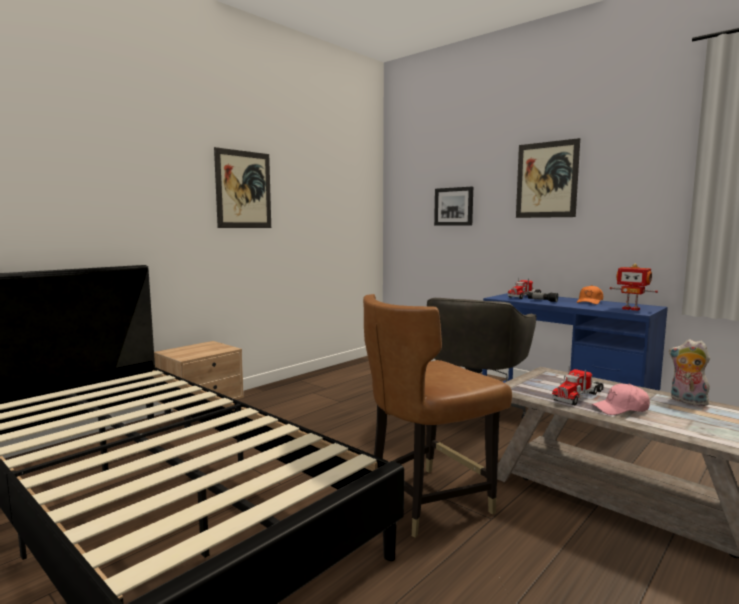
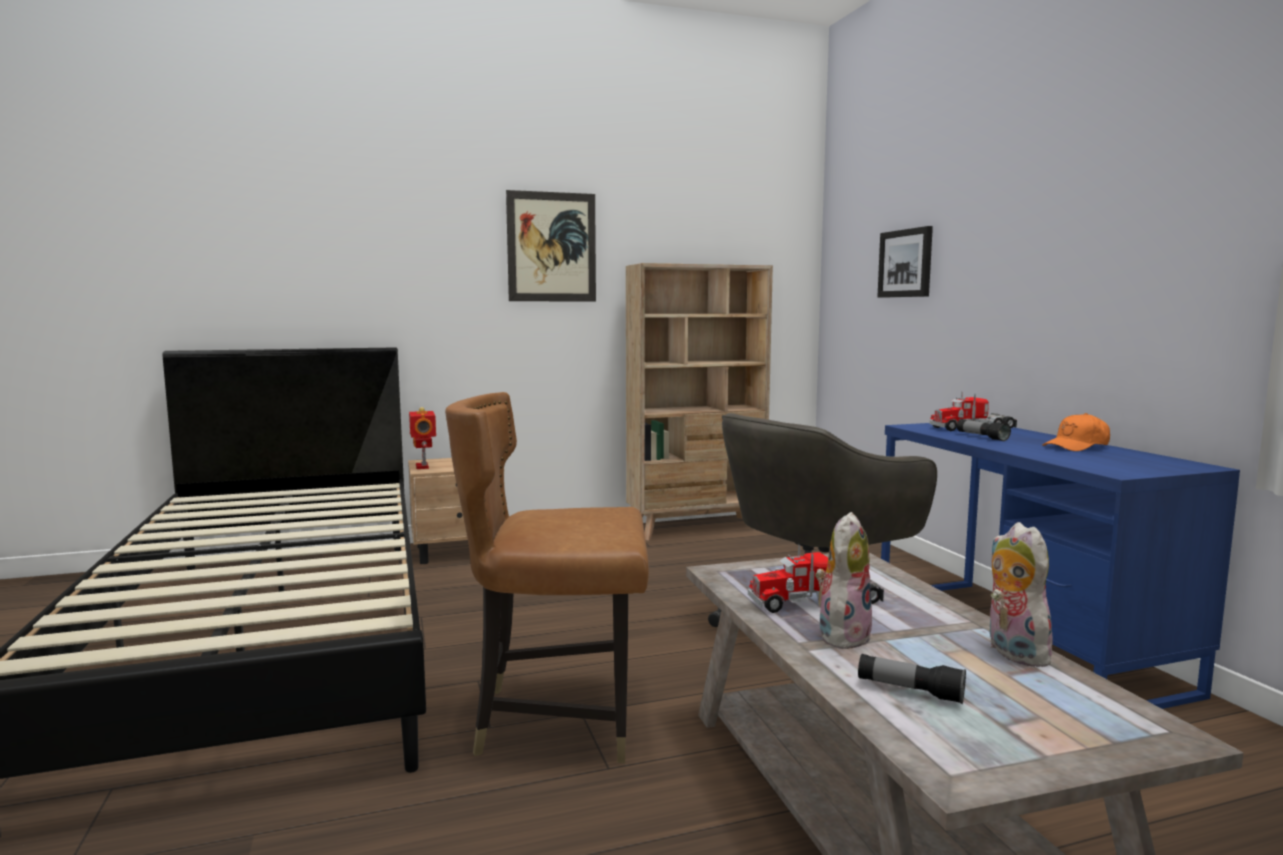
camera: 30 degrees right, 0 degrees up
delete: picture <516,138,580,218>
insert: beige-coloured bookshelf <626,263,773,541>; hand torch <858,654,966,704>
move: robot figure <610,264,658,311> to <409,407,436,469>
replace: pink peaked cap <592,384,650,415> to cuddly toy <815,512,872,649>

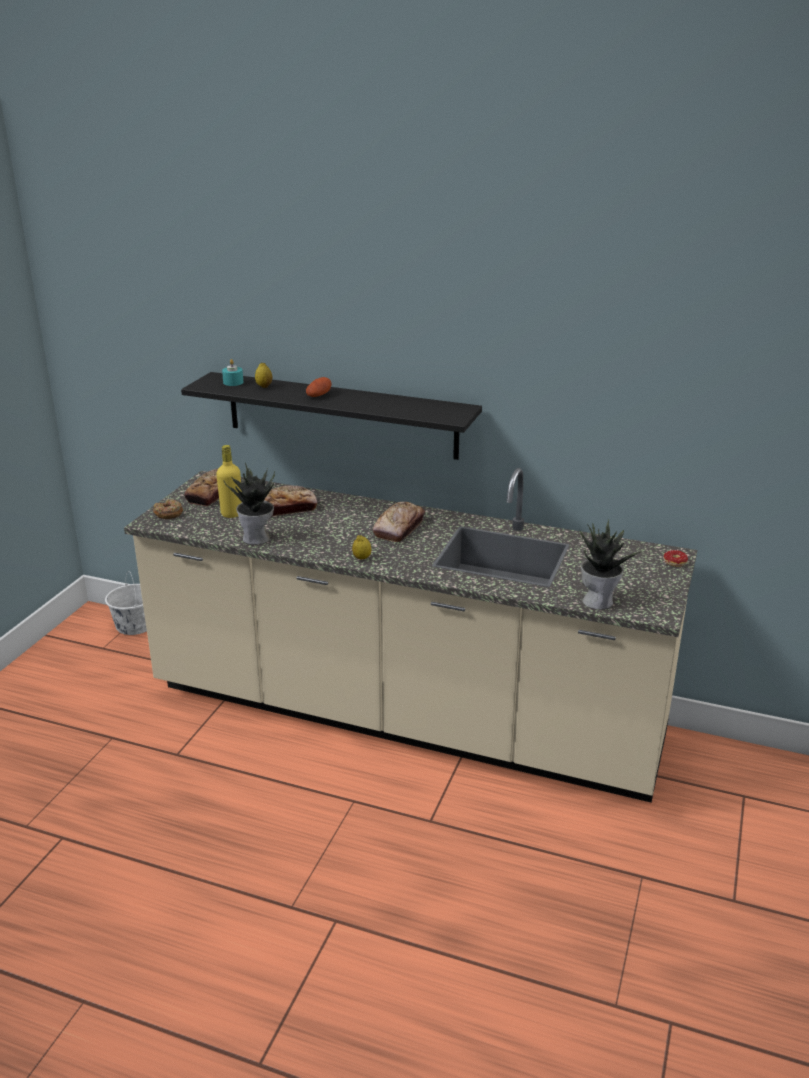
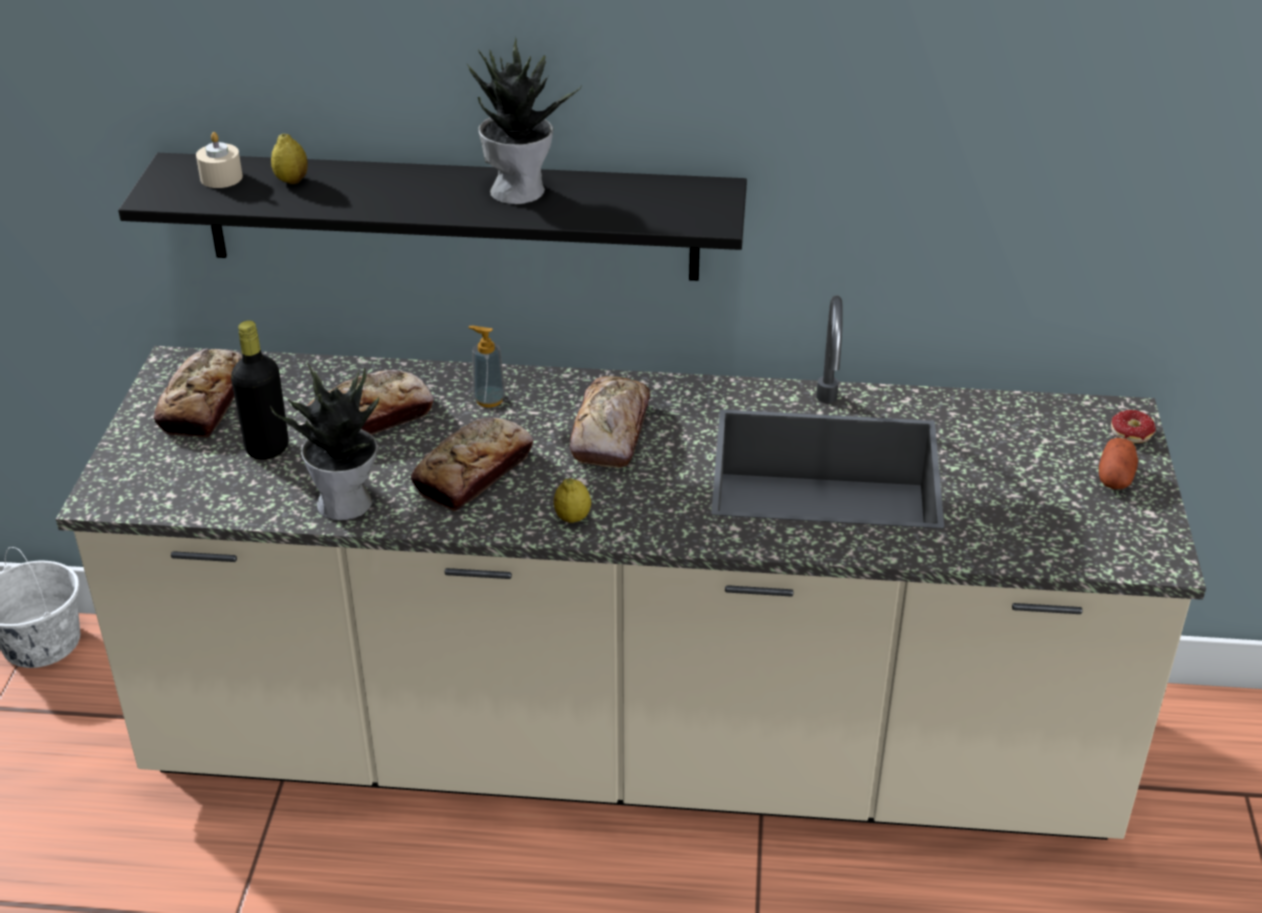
camera: 15 degrees left, 10 degrees up
delete: donut <153,499,183,519>
insert: bakery bread <411,417,533,511>; liquid soap bottle <468,326,506,408>
move: houseplant <579,520,643,610> to <467,36,581,204>; whole potato <306,377,331,397> to <1099,438,1138,489>
recolor: turquoise-coloured wax candle <222,359,243,386> to beige-coloured wax candle <196,132,243,188>; yellow beverage bottle <216,445,242,518> to black-coloured beverage bottle <231,320,289,460>

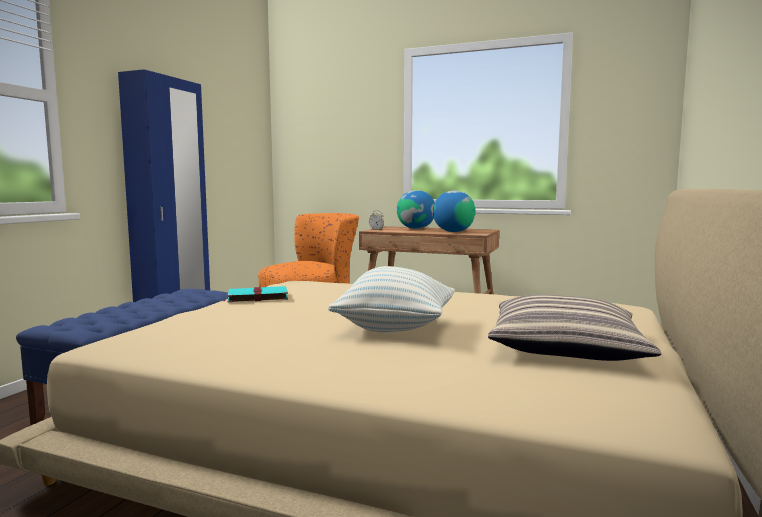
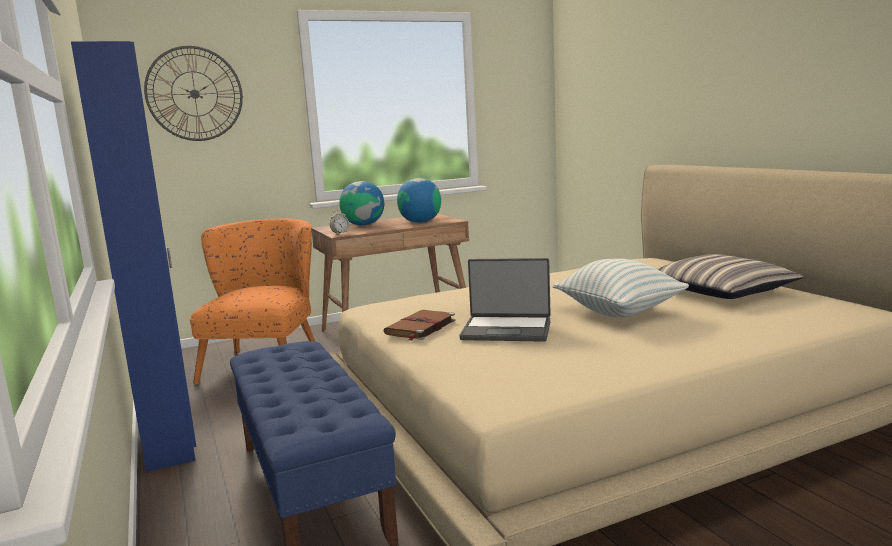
camera: 45 degrees left, 5 degrees up
insert: wall clock <144,46,243,141>; portable computer <459,258,551,342>
recolor: turquoise-coloured volume <222,286,288,303> to brownish volume <384,310,456,341>

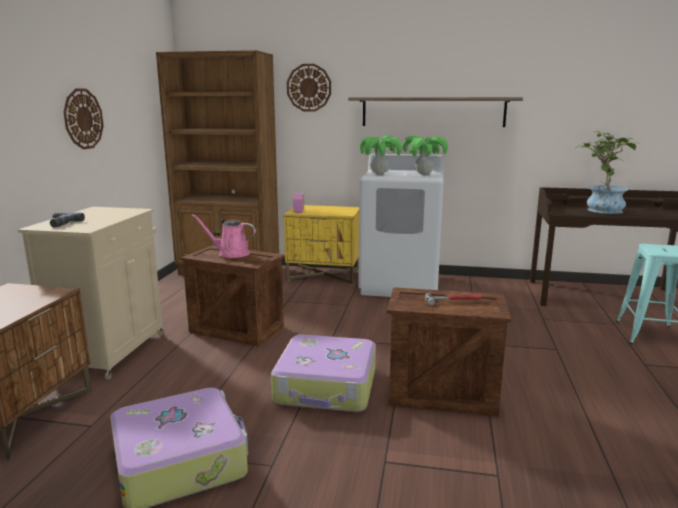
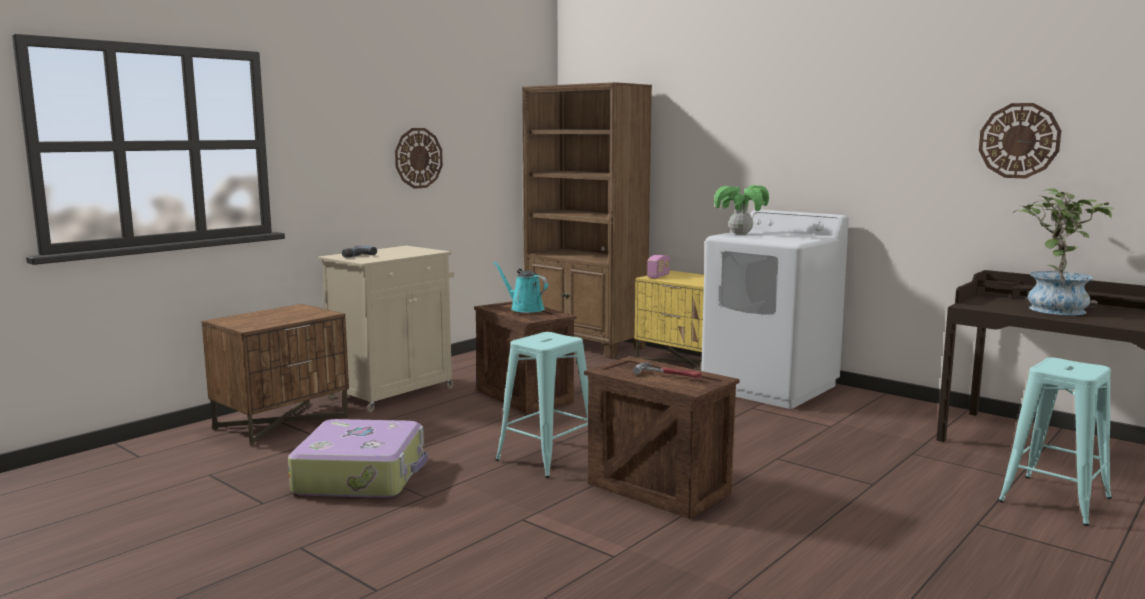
camera: 30 degrees right, 5 degrees down
delete: wall shelf <348,97,523,127>; houseplant <403,135,448,174>
move: wall clock <287,64,331,112> to <979,103,1061,178>
replace: suitcase <271,334,376,412> to turquoise-coloured stool <495,332,588,478>
recolor: pink watering pot <192,214,256,258> to turquoise-coloured watering pot <493,262,548,313>

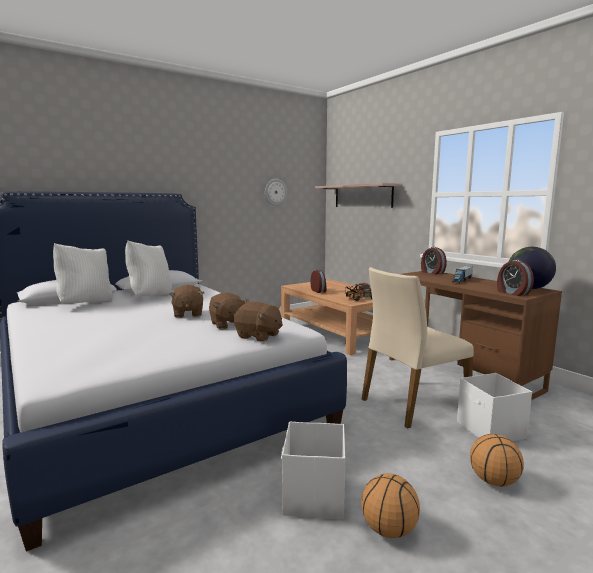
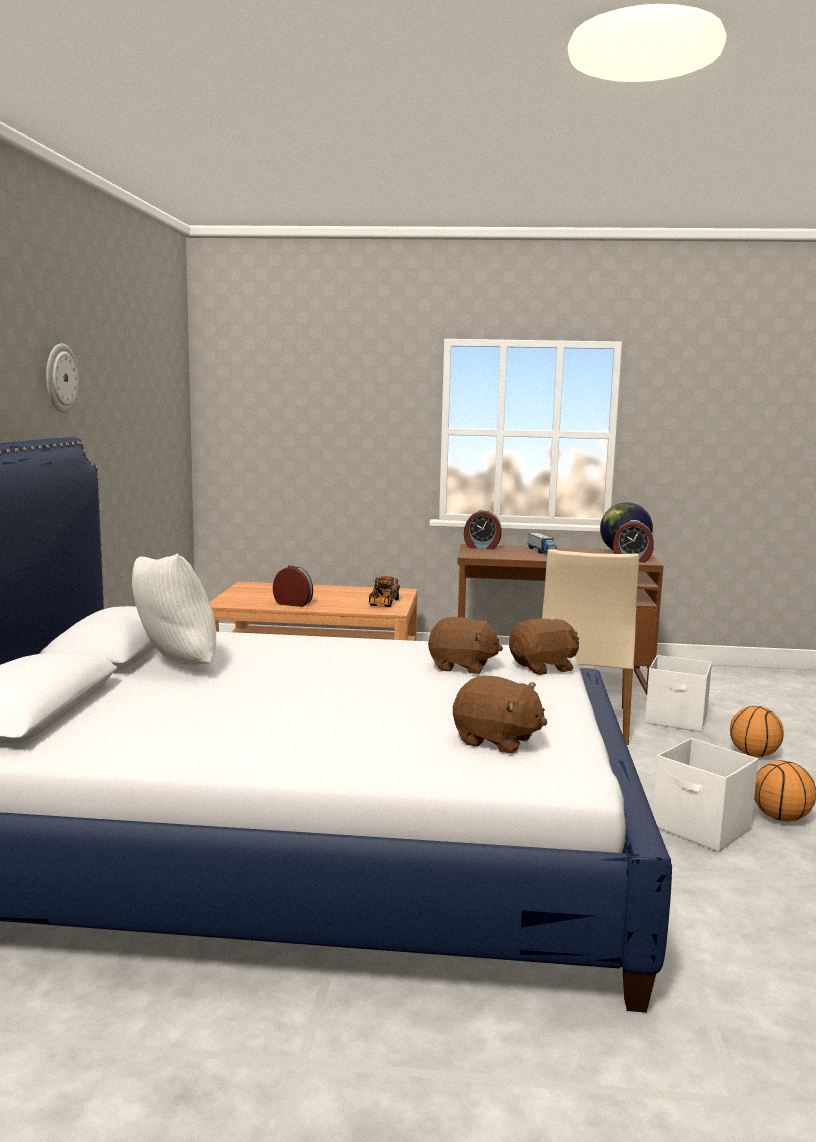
camera: 50 degrees left, 0 degrees up
delete: white pillow <53,243,112,303>; wall shelf <315,183,401,208>
move: wall clock <265,179,287,206> to <46,343,80,413>; brownish cuddly toy <169,285,204,318> to <453,676,548,754>

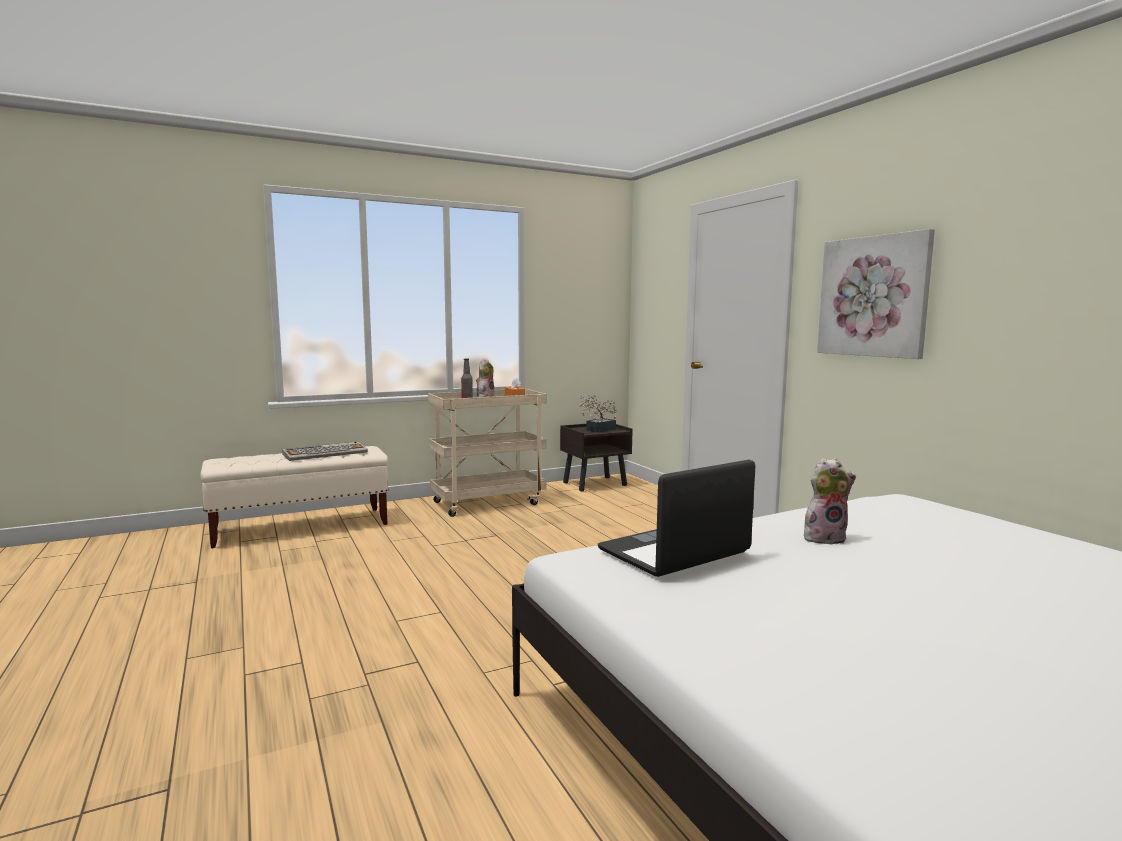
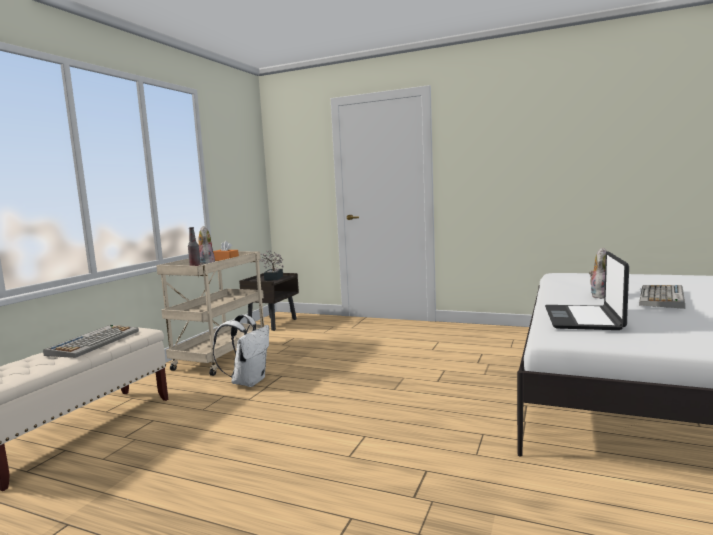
camera: 40 degrees left, 0 degrees up
delete: picture <817,229,935,359>
insert: white knapsack <213,315,269,387>; keyboard <639,285,685,309>

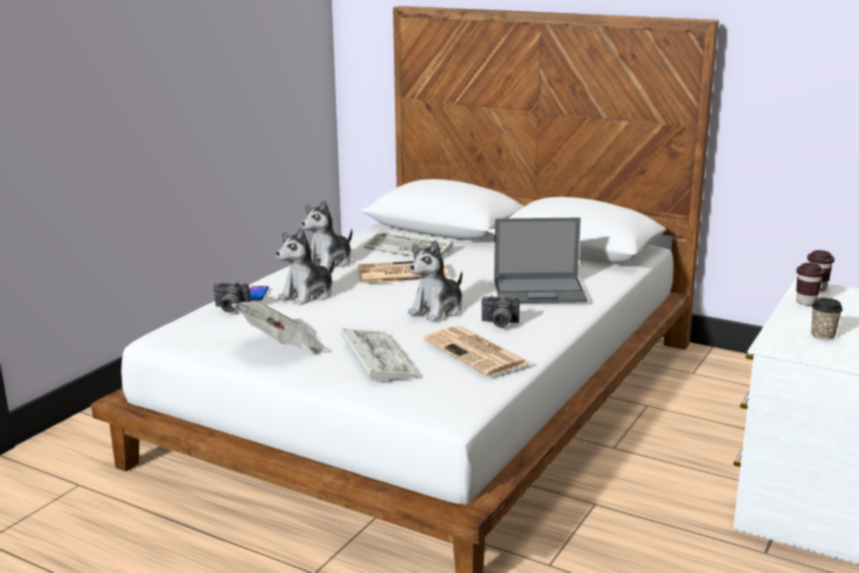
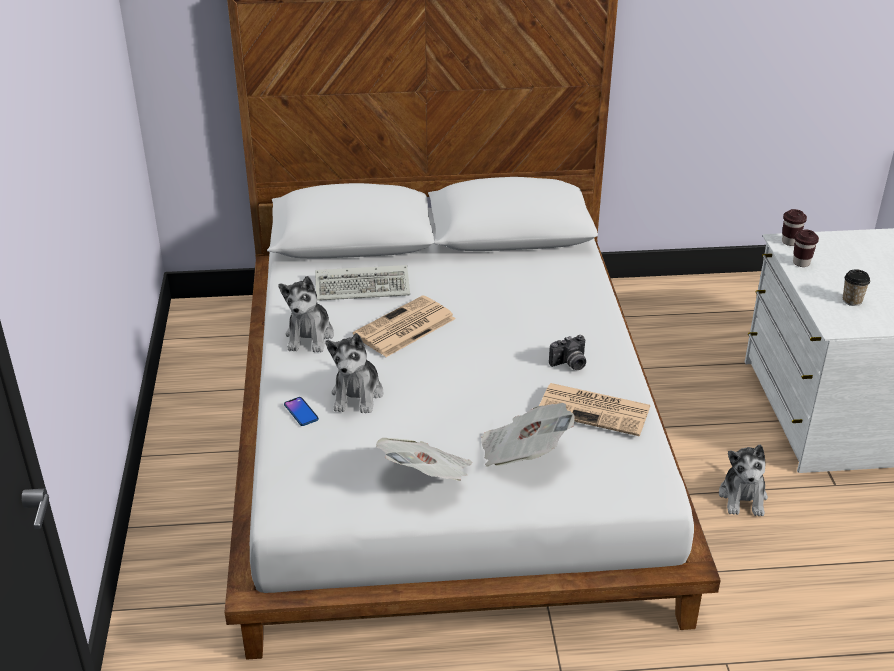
camera: 35 degrees left, 15 degrees up
delete: photo camera <213,281,251,313>; portable computer <494,218,588,303>
move: cuddly toy <407,240,462,322> to <719,444,768,516>
replace: keyboard <341,328,418,383> to newspaper <481,403,575,467>

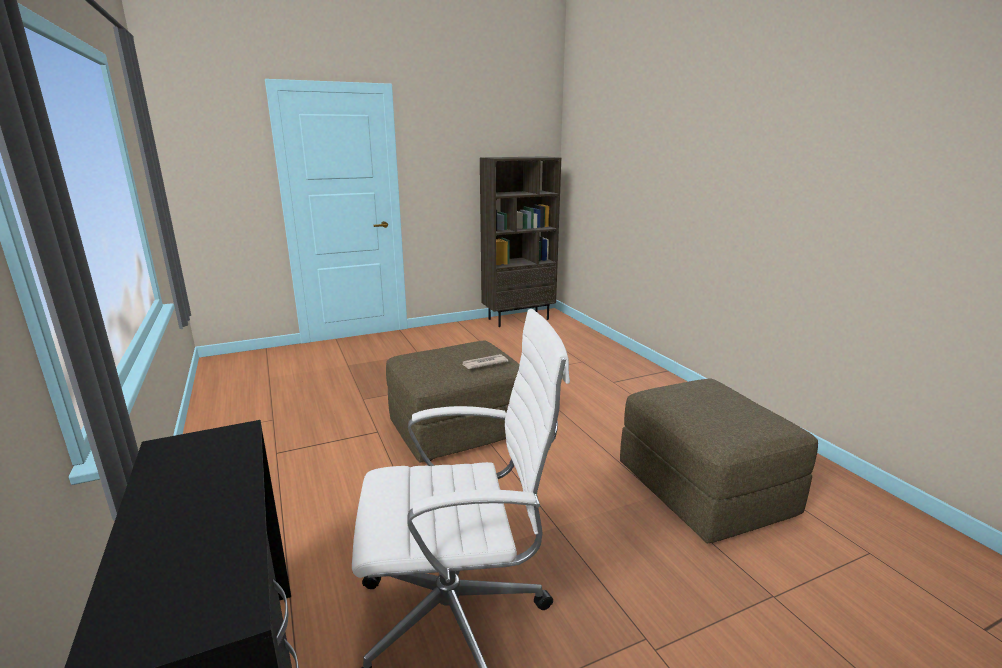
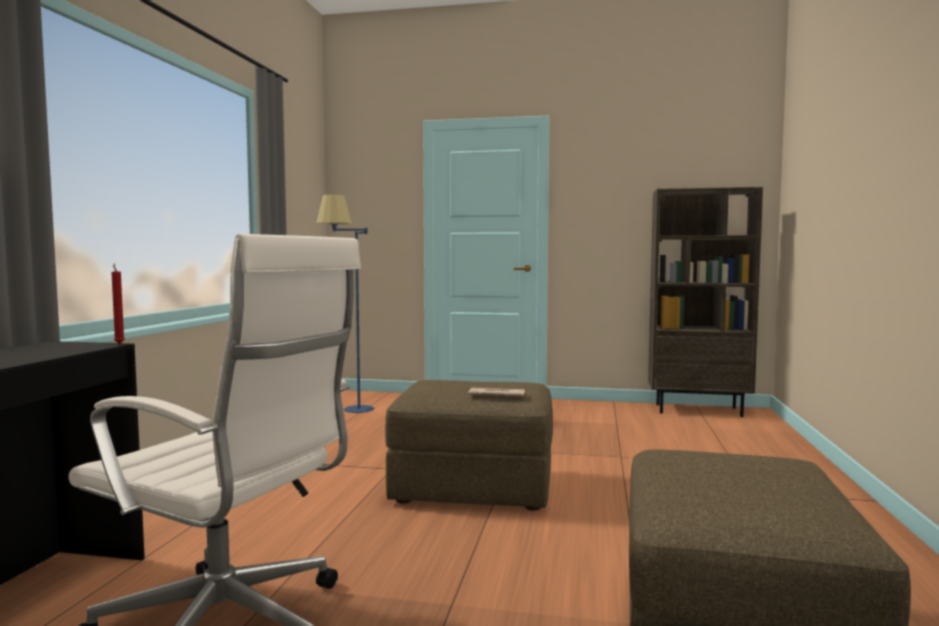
camera: 35 degrees right, 15 degrees down
insert: reddish wax candle <111,264,125,344>; bluish standard lamp <316,195,374,413>

